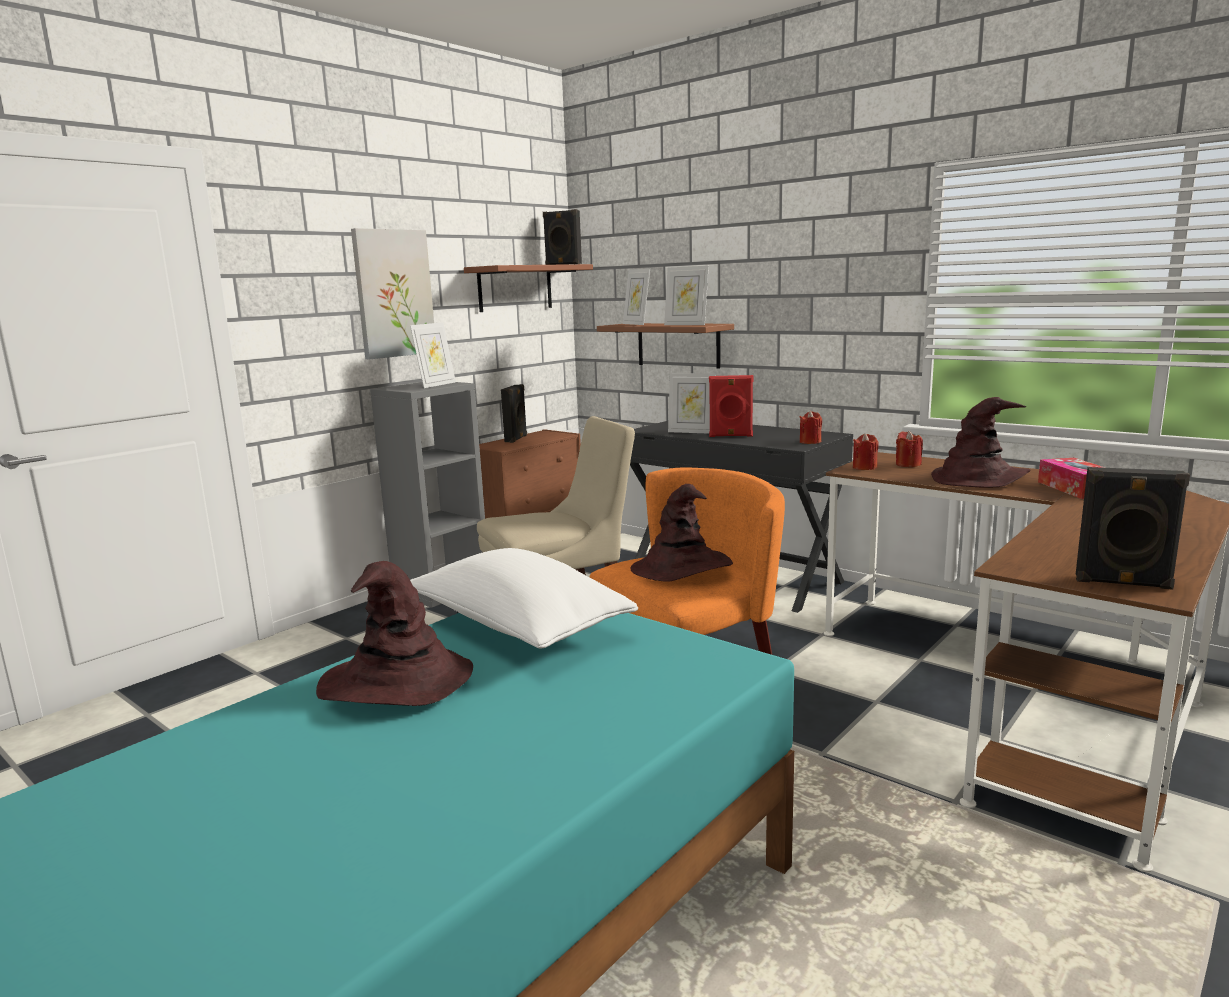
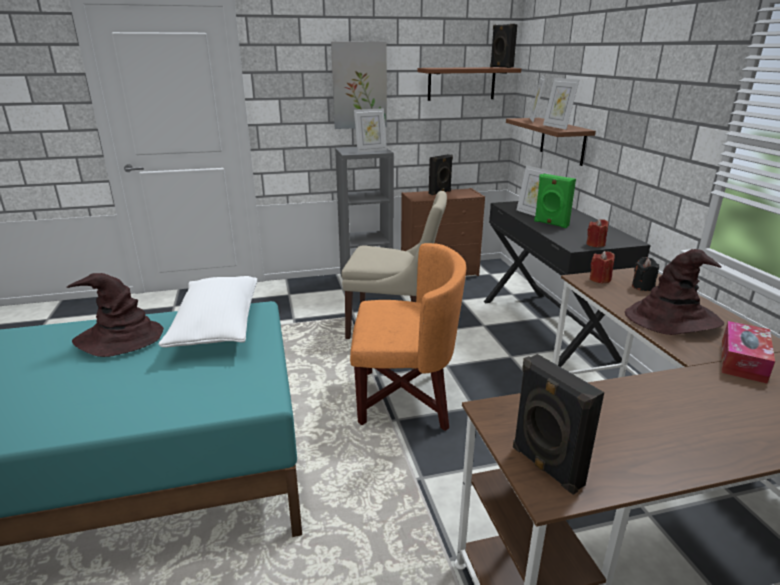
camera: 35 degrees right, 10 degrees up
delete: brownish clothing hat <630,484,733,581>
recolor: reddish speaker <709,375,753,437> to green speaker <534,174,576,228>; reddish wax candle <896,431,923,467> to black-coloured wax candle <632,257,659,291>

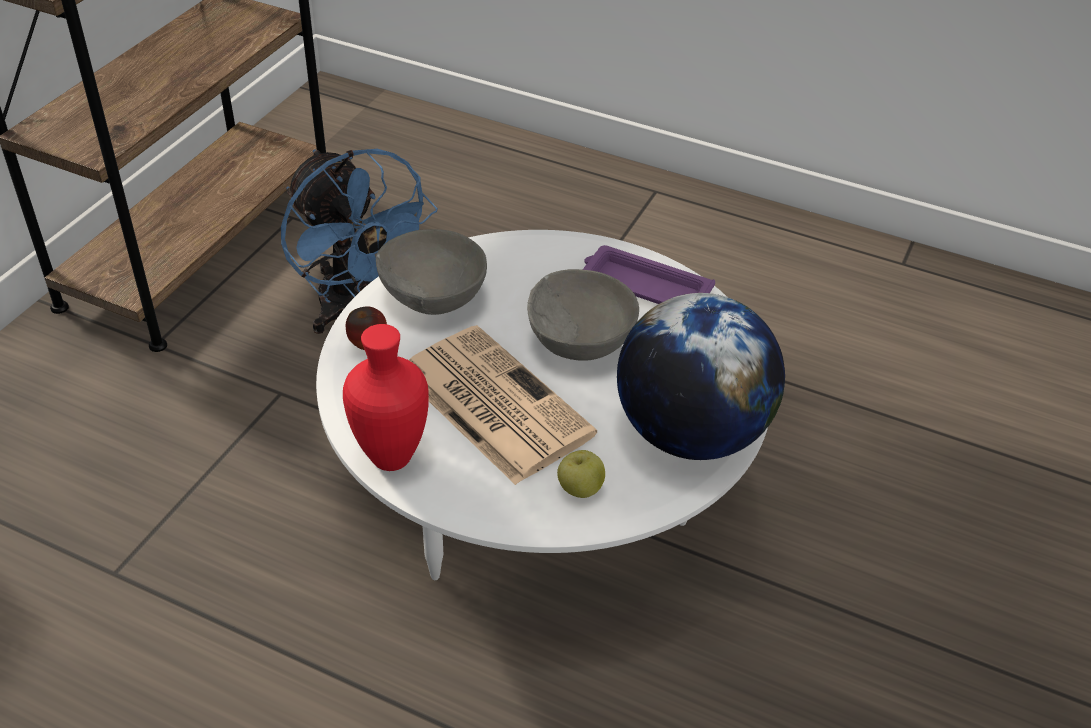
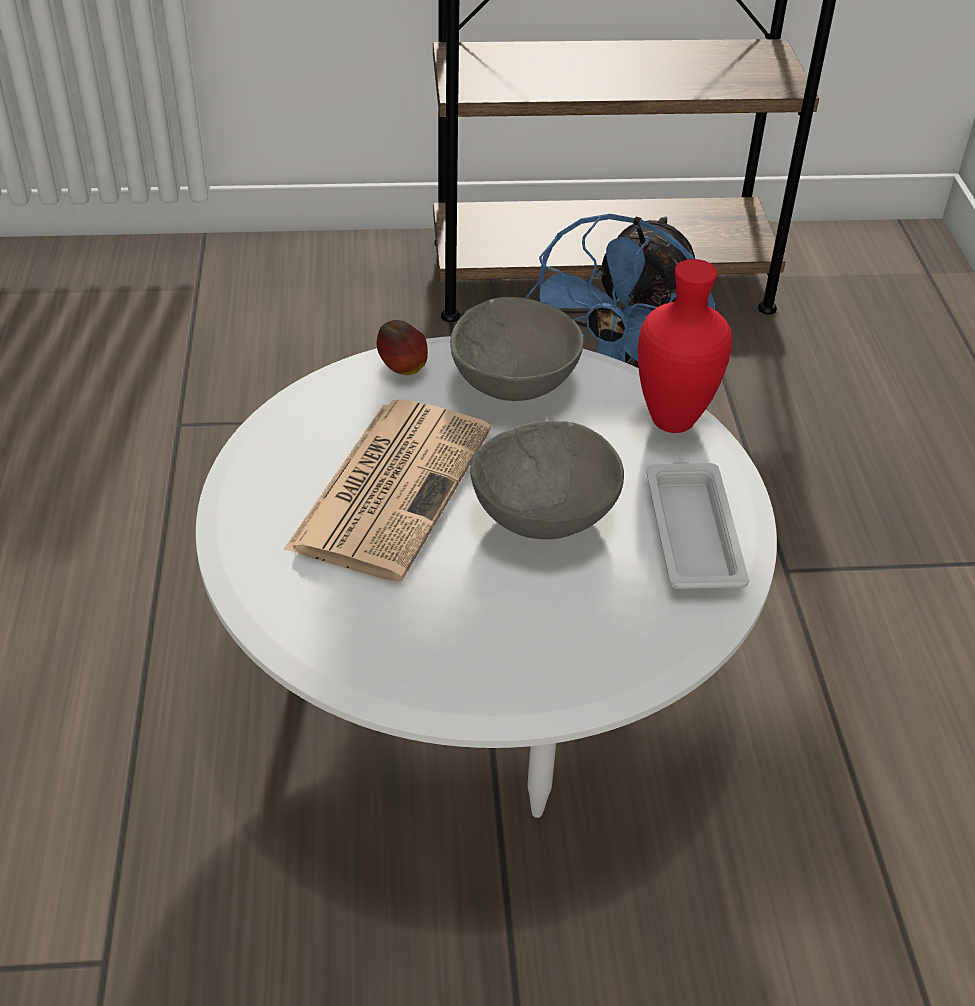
camera: 60 degrees right, 0 degrees up
delete: apple <557,450,605,498>; world globe <617,293,785,460>
move: reddish decorative vase <343,324,429,471> to <638,259,732,433>
recolor: purple-coloured tray <583,245,715,304> to white tray <646,460,749,589>

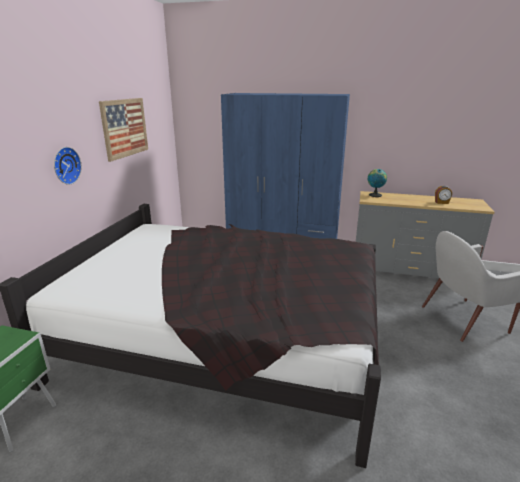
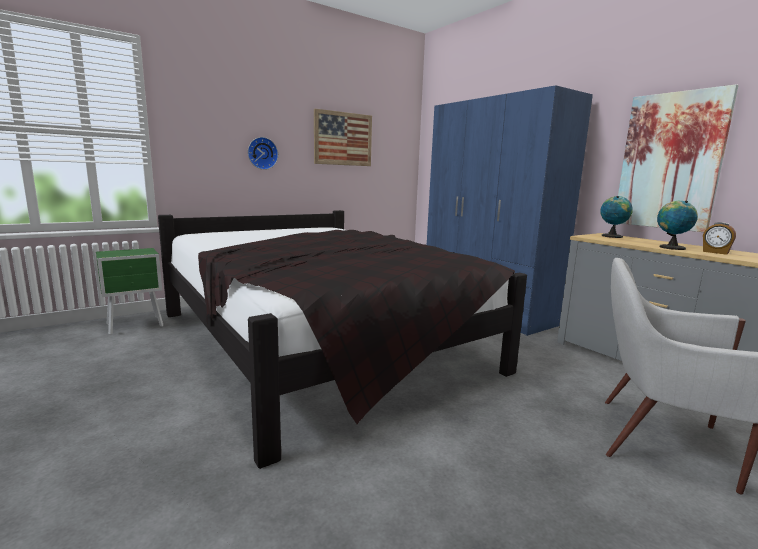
camera: 40 degrees right, 10 degrees down
insert: picture <618,84,738,232>; world globe <657,201,698,250>

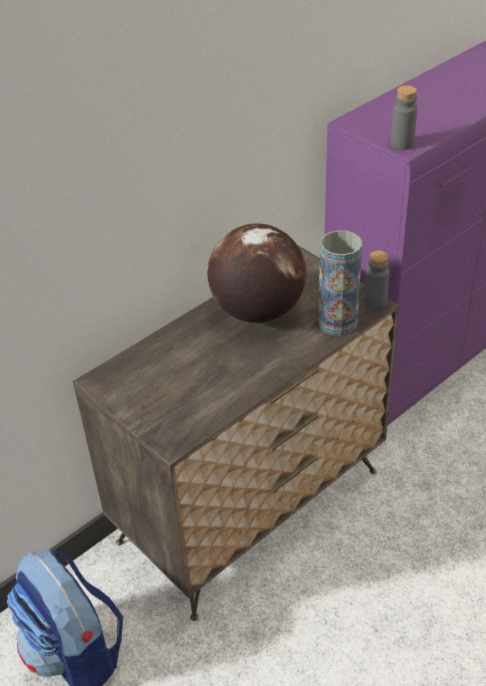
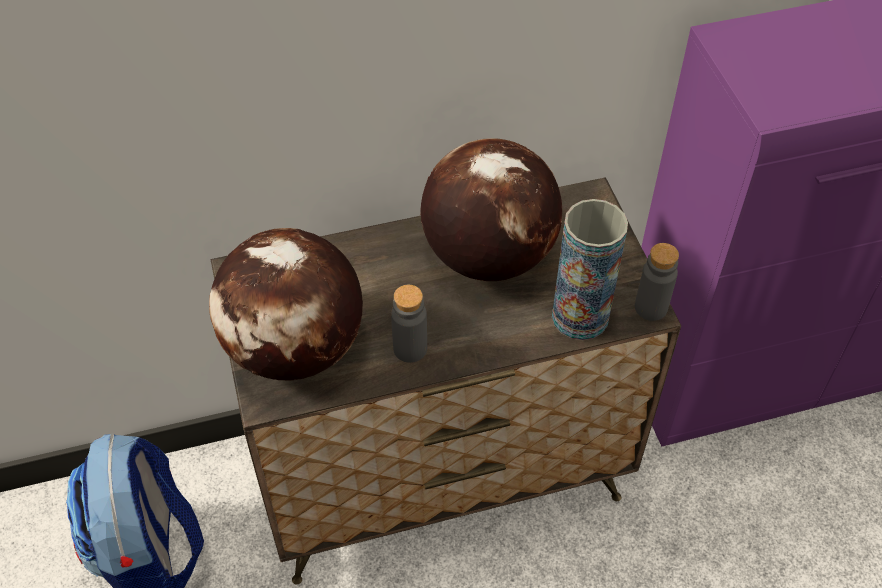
camera: 25 degrees right, 10 degrees up
insert: world globe <209,228,363,380>
move: greyish beverage bottle <391,85,417,150> to <391,285,427,363>

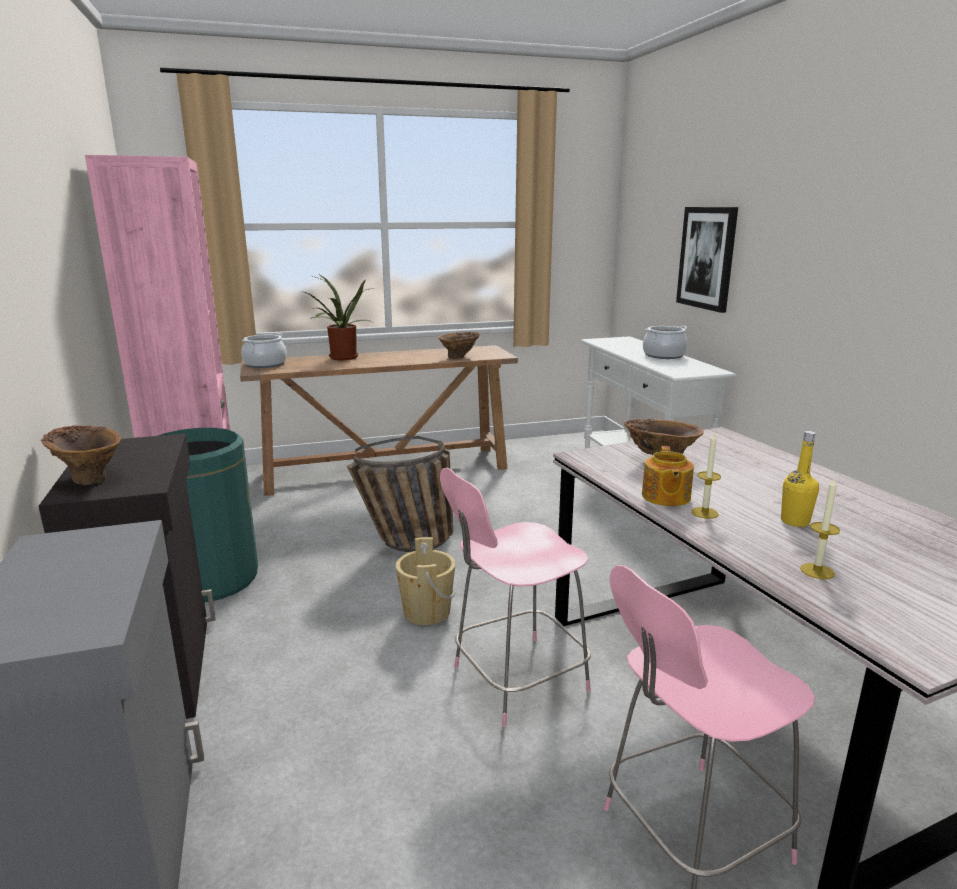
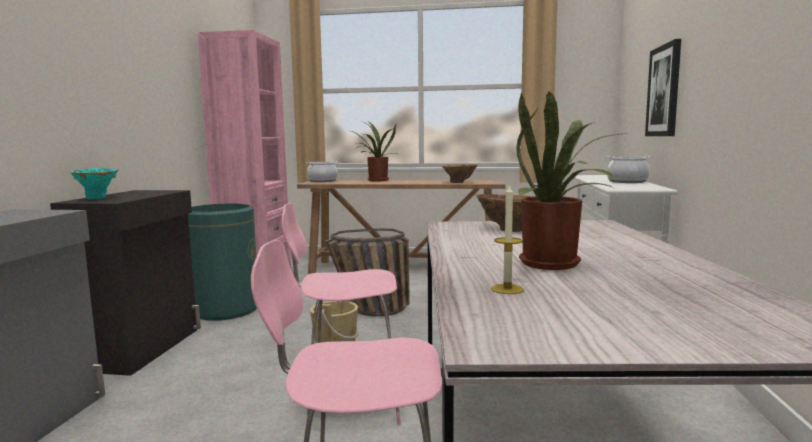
camera: 25 degrees right, 10 degrees down
delete: teapot <642,446,694,506>; wax candle <691,432,721,519>
replace: yellow beverage bottle <781,431,819,527> to houseplant <516,91,627,270>
recolor: brownish decorative vase <40,425,121,485> to turquoise-coloured decorative vase <70,168,118,199>

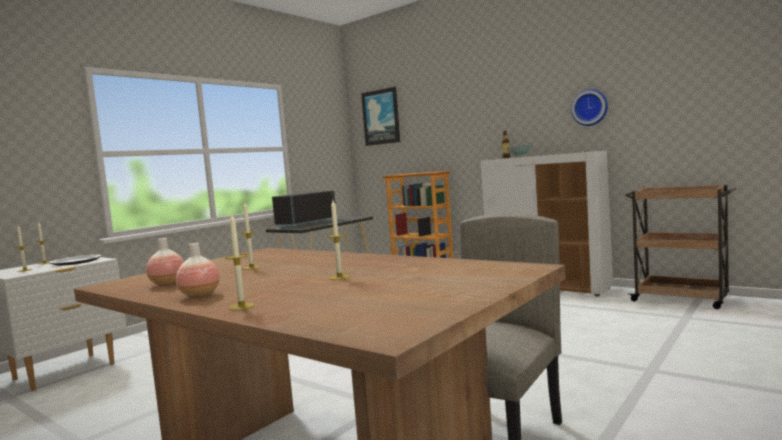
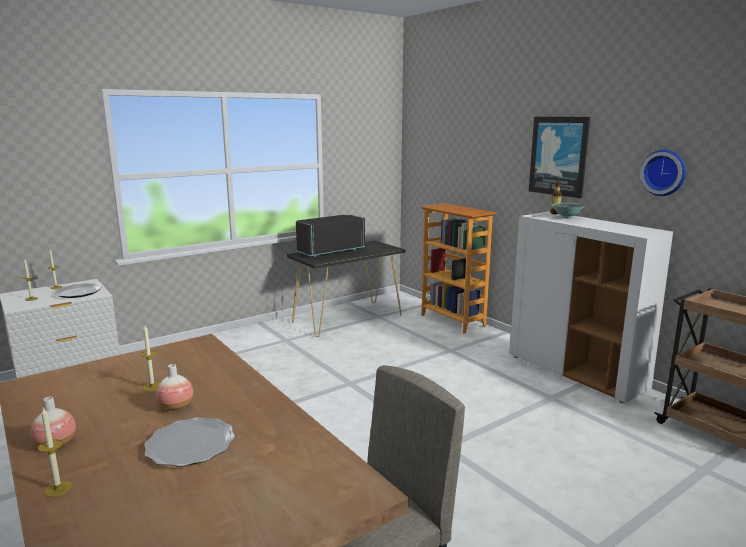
camera: 15 degrees right, 10 degrees up
move: decorative vase <146,238,184,286> to <156,364,193,411>; picture <361,87,400,146> to <529,117,590,198>
replace: wax candle <327,200,350,280> to dinner plate <144,417,235,467>

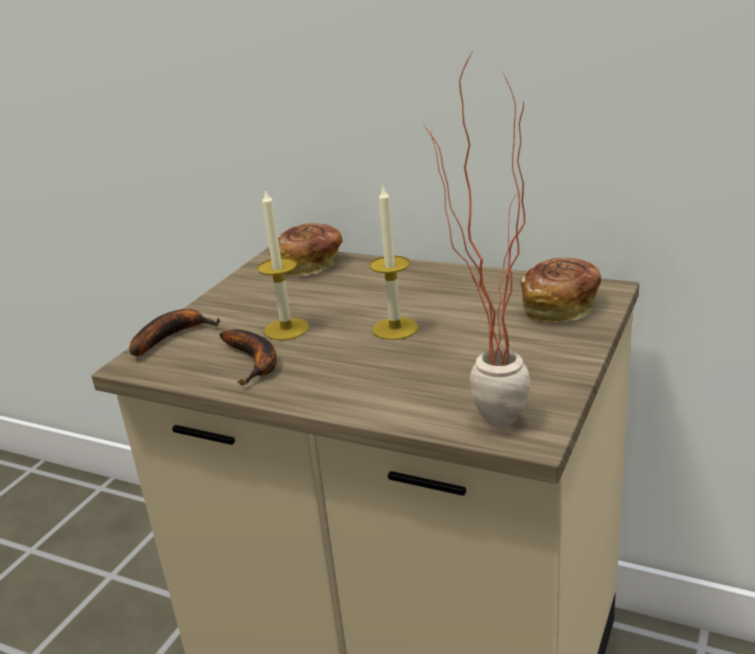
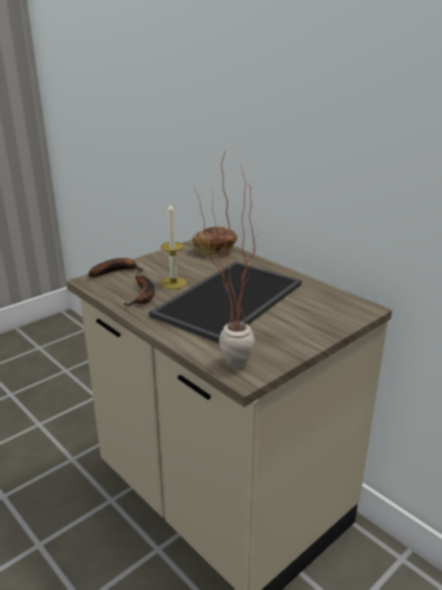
camera: 20 degrees right, 0 degrees up
delete: bakery bread <521,258,601,322>
replace: wax candle <370,186,418,340> to tray <149,261,302,343>

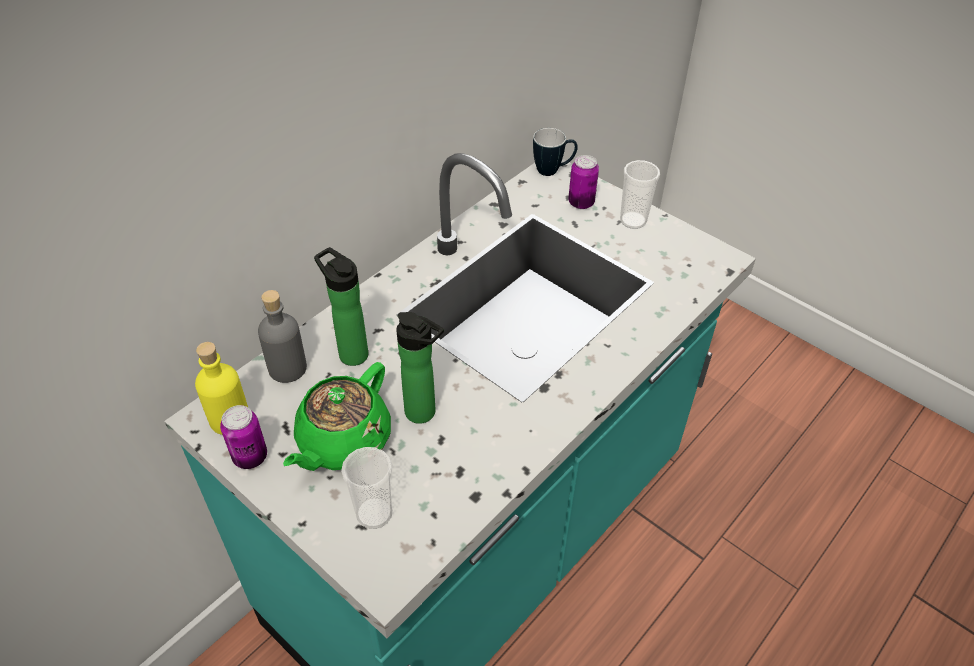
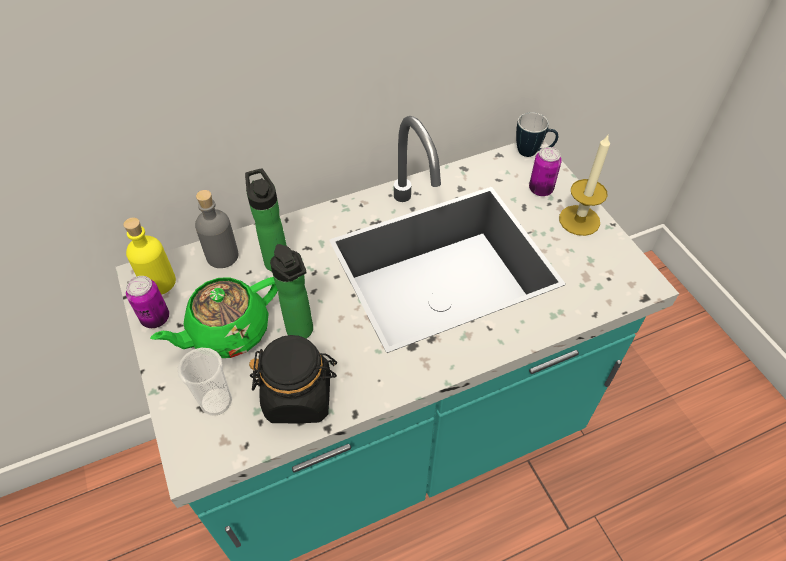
camera: 25 degrees right, 5 degrees up
insert: black-coloured preserve jar <249,335,337,423>
replace: small cup <620,160,660,229> to wax candle <559,135,610,236>

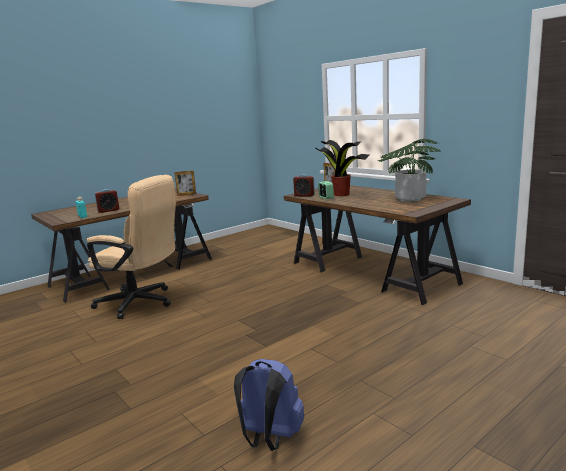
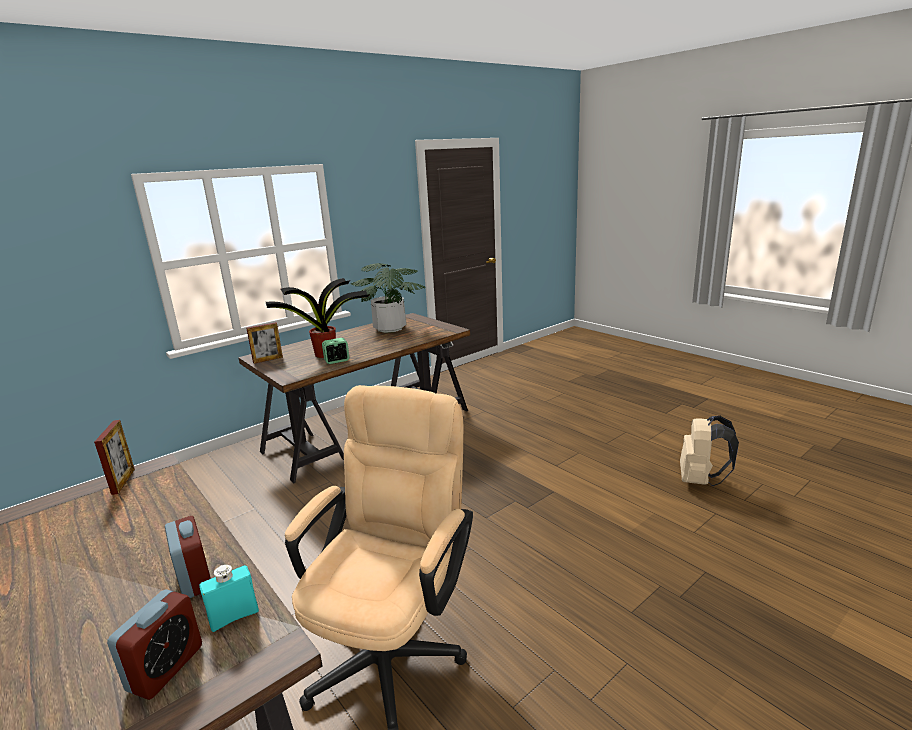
camera: 90 degrees left, 5 degrees up
move: bedside clock <293,174,315,196> to <107,589,202,700>
recolor: bluish knapsack <234,359,304,451> to beige-coloured knapsack <680,416,739,486>

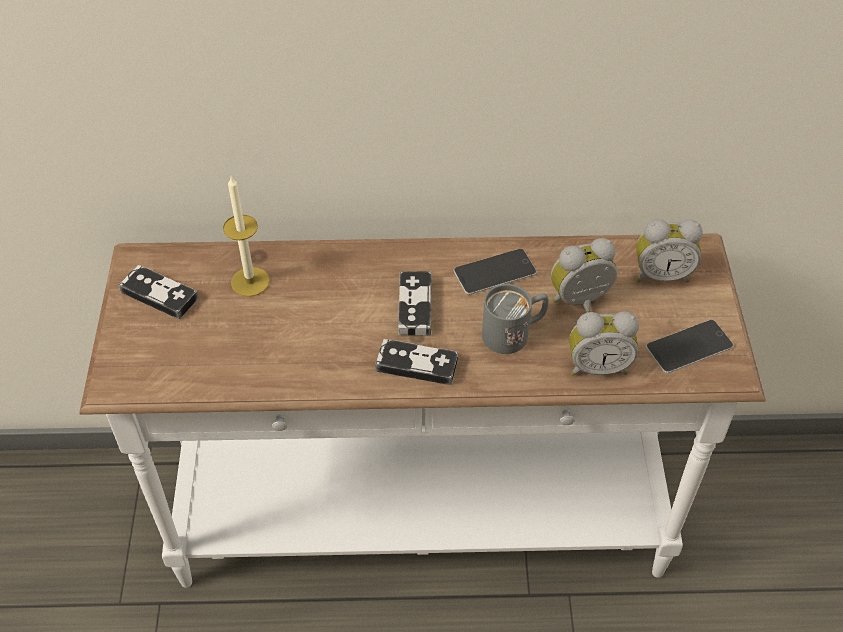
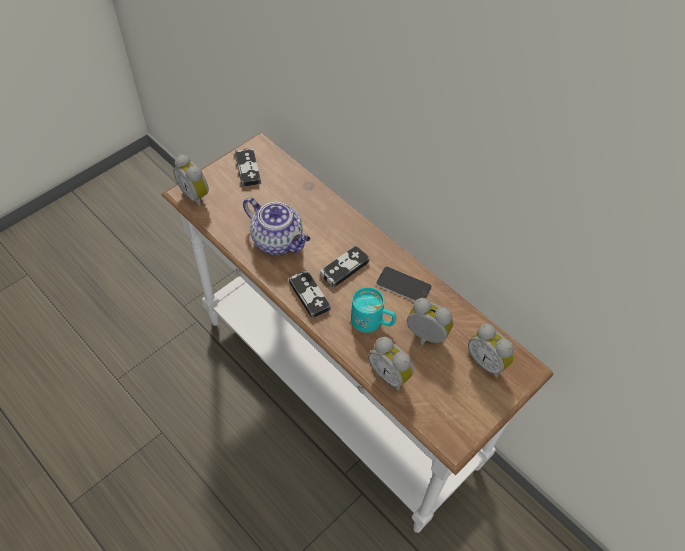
camera: 45 degrees right, 5 degrees up
delete: wax candle <223,177,270,297>; handset <646,320,734,373>
insert: bedside clock <173,155,209,208>; teapot <243,197,310,255>
recolor: greyish tea mug <482,284,549,354> to turquoise-coloured tea mug <351,287,396,333>

